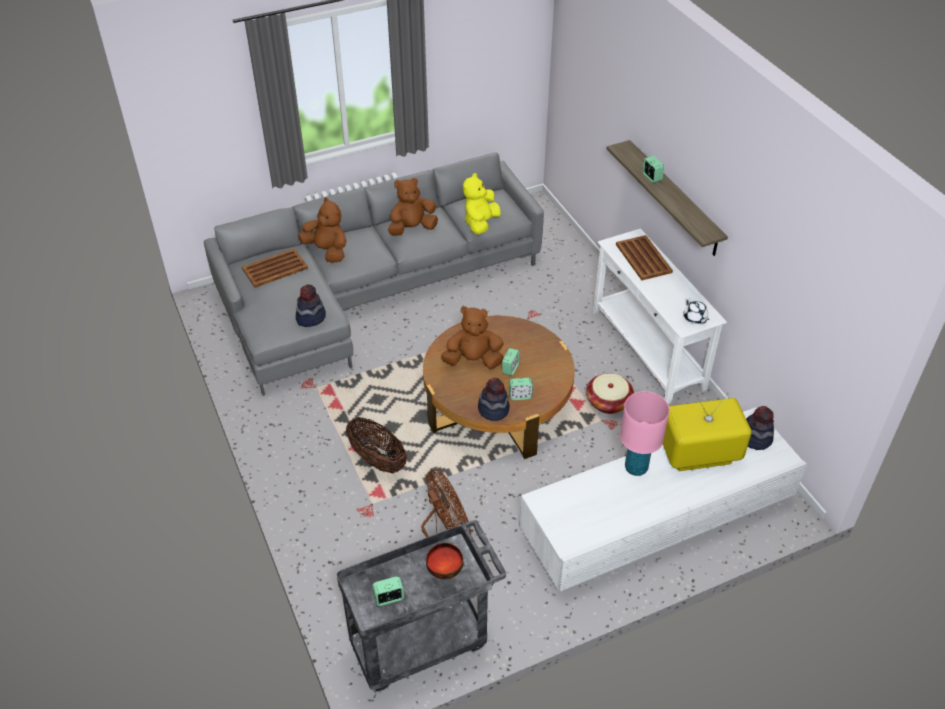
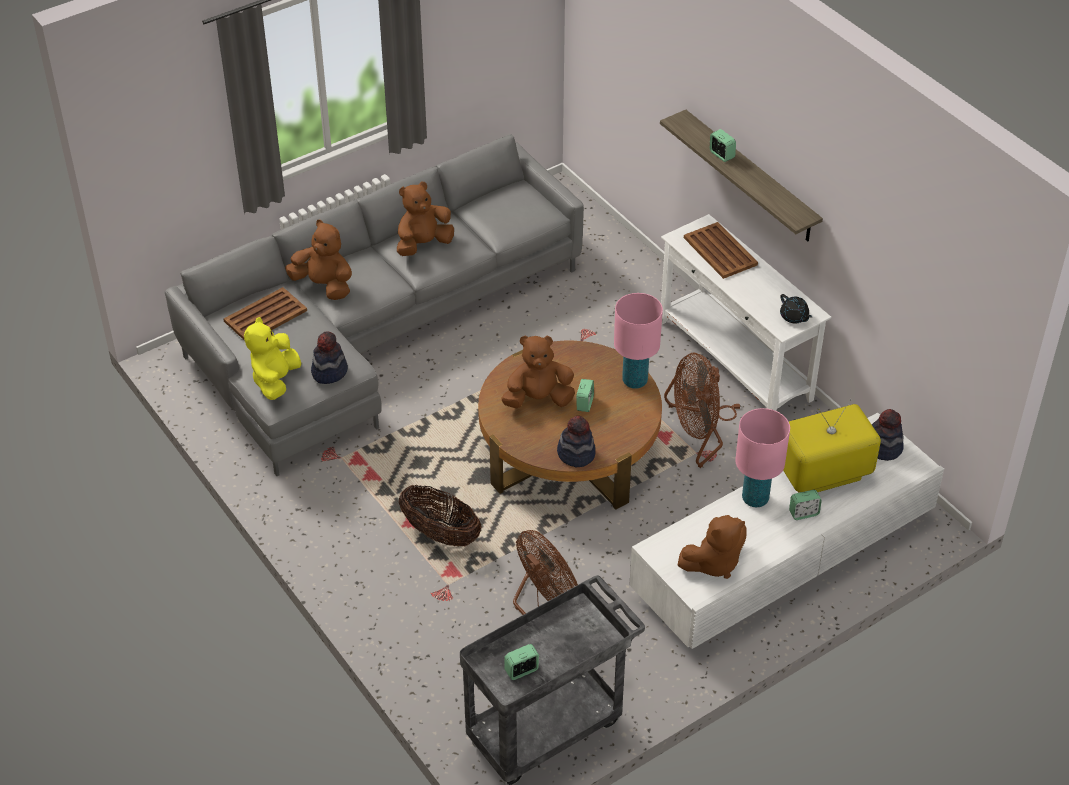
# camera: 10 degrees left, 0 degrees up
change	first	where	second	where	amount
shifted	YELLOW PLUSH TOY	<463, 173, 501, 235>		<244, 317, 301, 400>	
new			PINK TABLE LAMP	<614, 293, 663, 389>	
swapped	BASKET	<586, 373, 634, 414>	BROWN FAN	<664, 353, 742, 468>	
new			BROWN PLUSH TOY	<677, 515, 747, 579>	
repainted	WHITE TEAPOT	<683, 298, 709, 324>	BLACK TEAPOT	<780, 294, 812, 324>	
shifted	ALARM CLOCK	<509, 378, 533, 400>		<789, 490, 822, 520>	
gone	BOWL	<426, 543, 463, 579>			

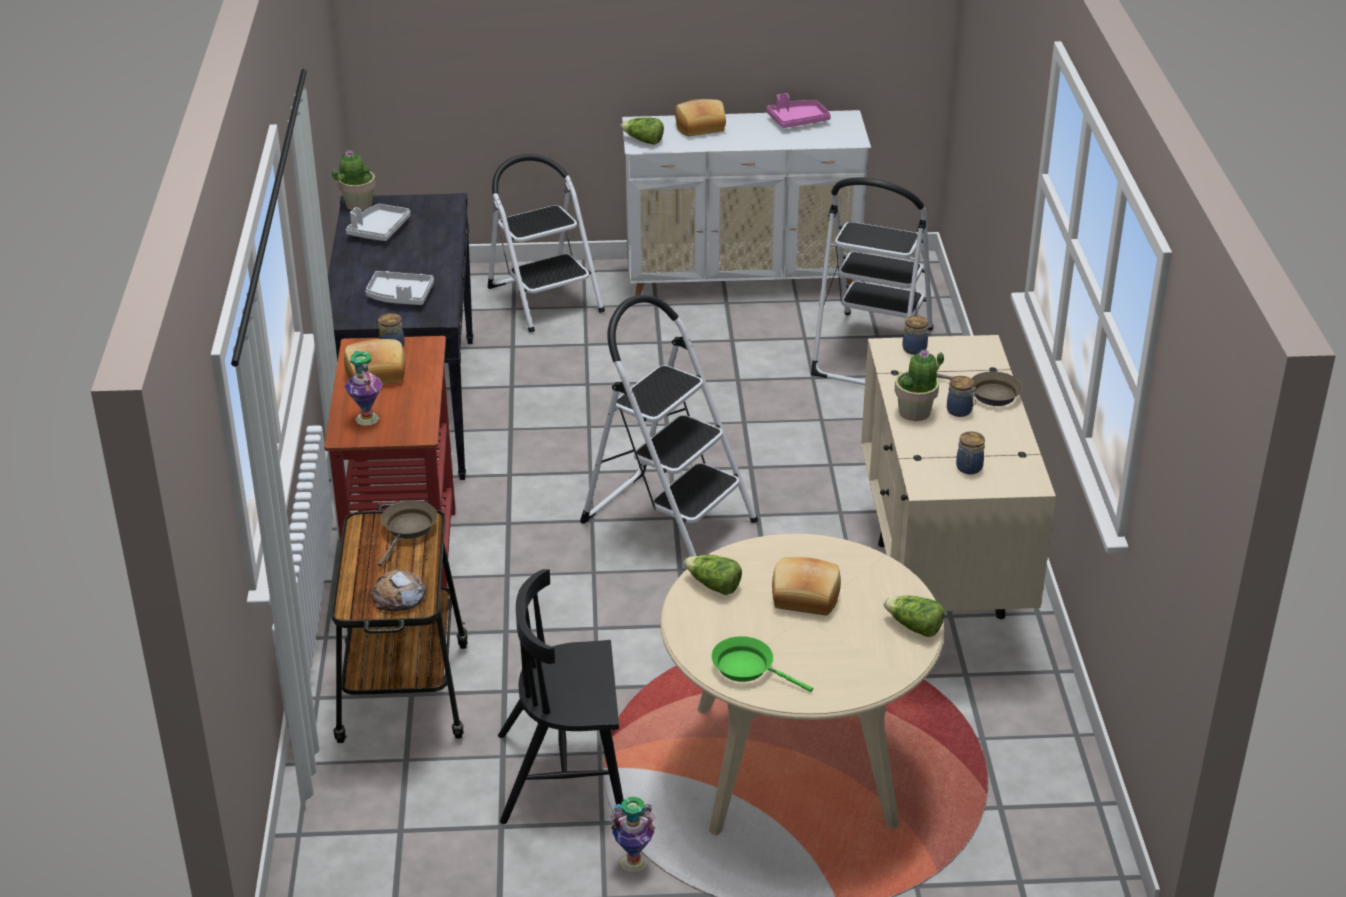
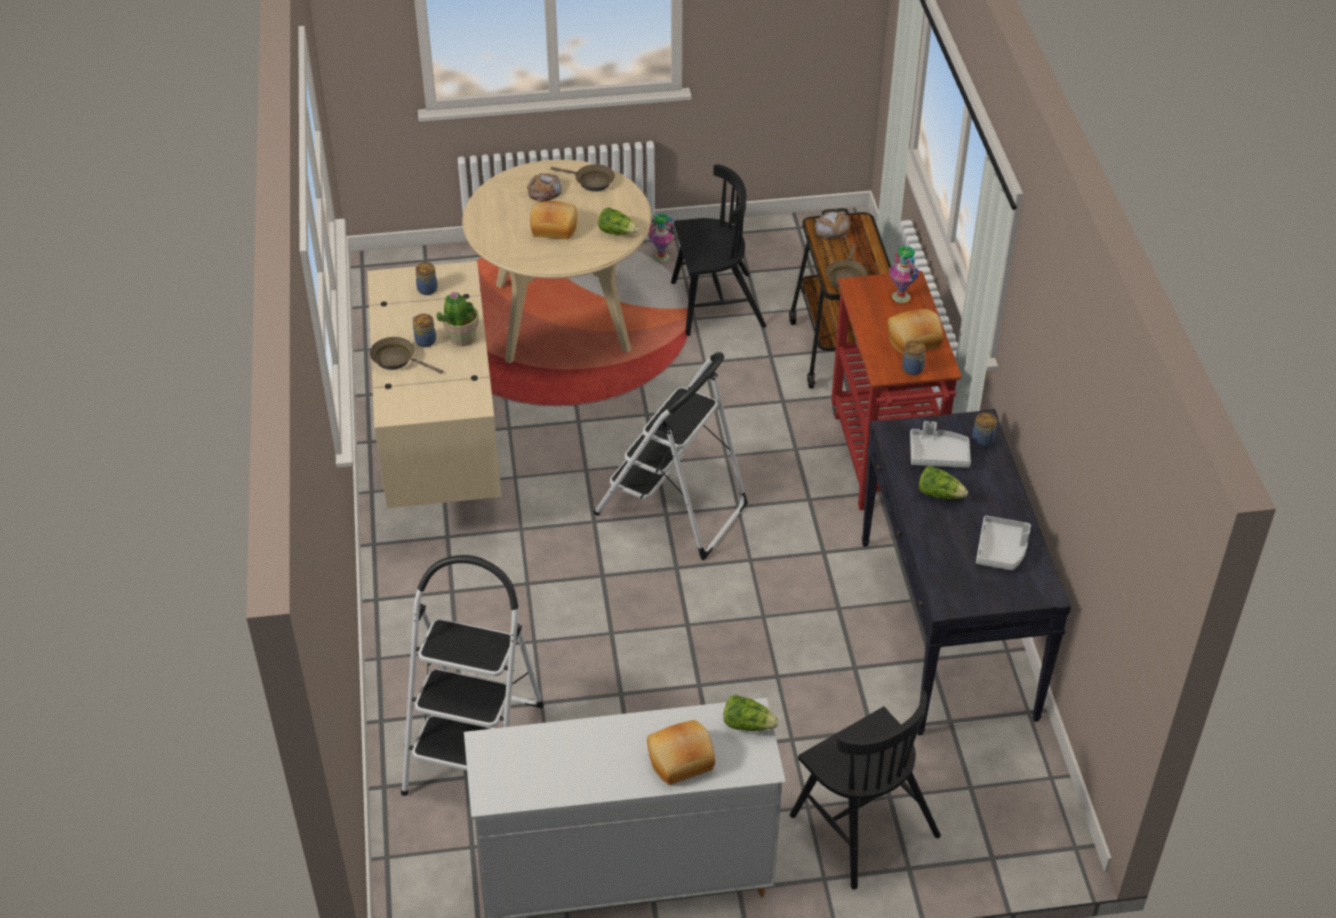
# camera: 175 degrees right, 10 degrees up
change	first	where	second	where	amount
new			BREAD	<527, 173, 562, 202>	
repainted	GREEN FRYING PAN	<711, 636, 813, 692>	BROWN FRYING PAN	<551, 164, 615, 192>	
swapped	STEP LADDER	<488, 154, 605, 332>	BLACK CHAIR	<790, 689, 941, 889>	
shifted	LETTUCE	<883, 596, 945, 637>		<919, 466, 968, 499>	
shifted	JAR	<902, 315, 928, 355>		<972, 412, 997, 447>	
gone	POTTED PLANT	<332, 150, 376, 211>			
gone	PINK TRAY	<766, 93, 831, 128>			

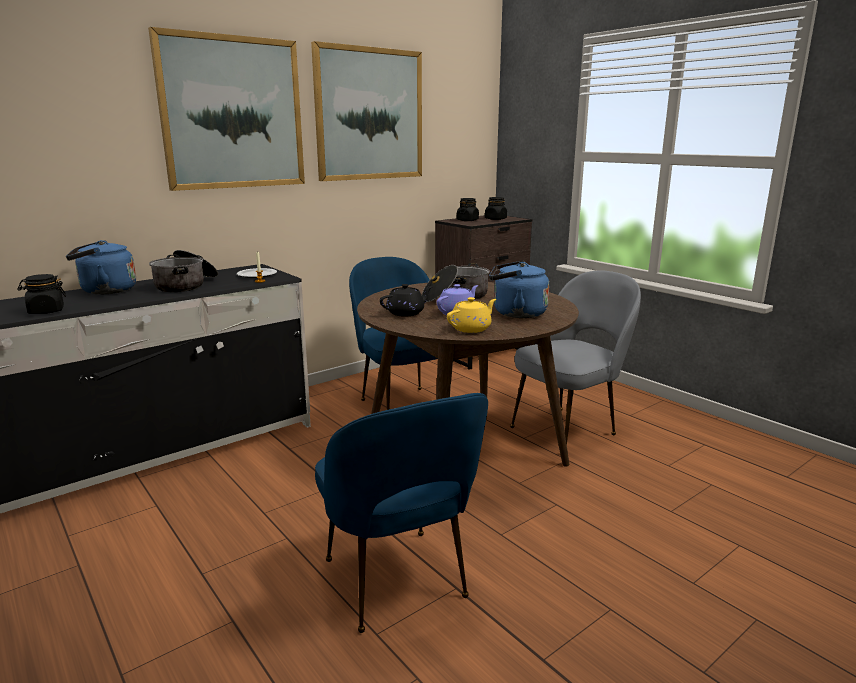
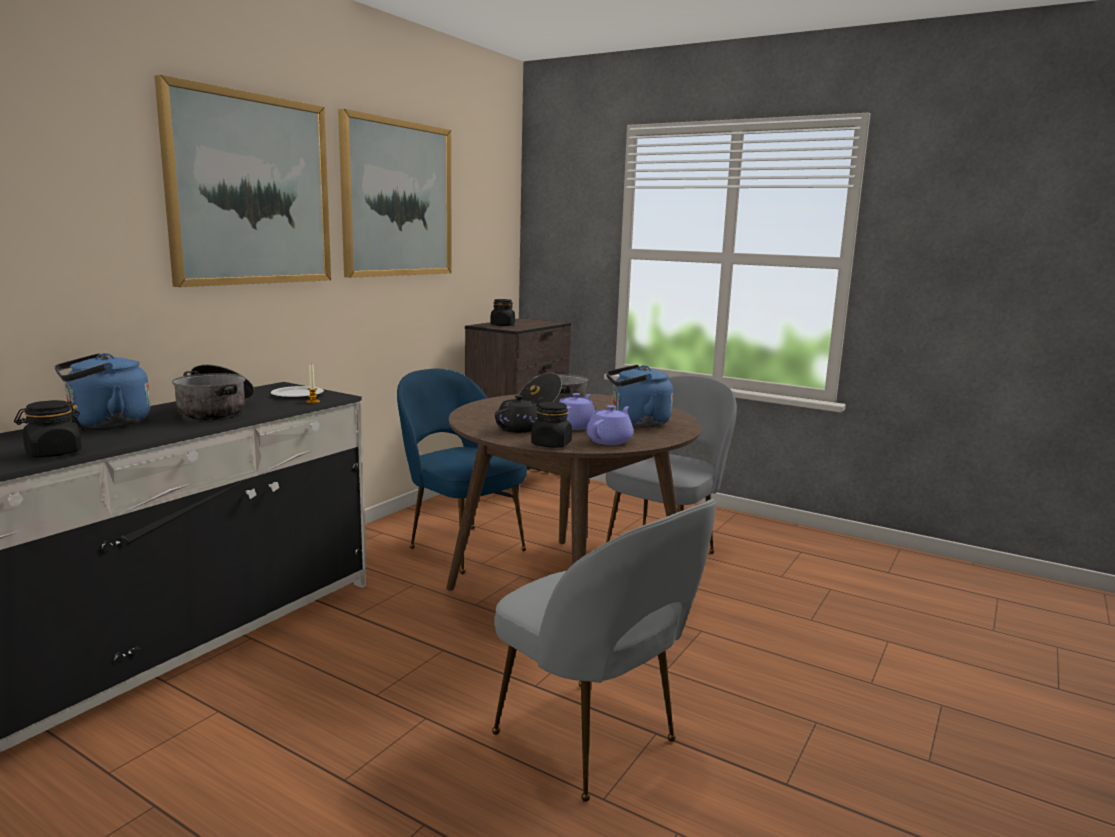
# camera: 20 degrees left, 5 degrees down
change	first	where	second	where	amount
repainted	BLUE CHAIR	<315, 393, 488, 633>	GREY CHAIR	<492, 499, 716, 802>	
shifted	BLACK JAR	<485, 197, 507, 220>		<531, 402, 572, 448>	
repainted	YELLOW TEAPOT	<447, 297, 496, 333>	PURPLE TEAPOT	<586, 405, 633, 445>	

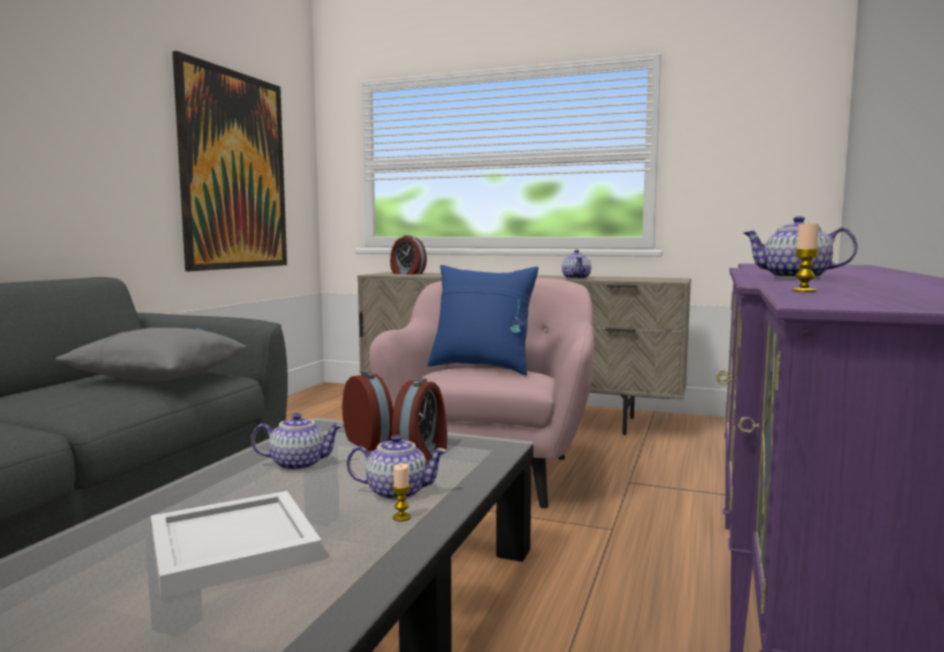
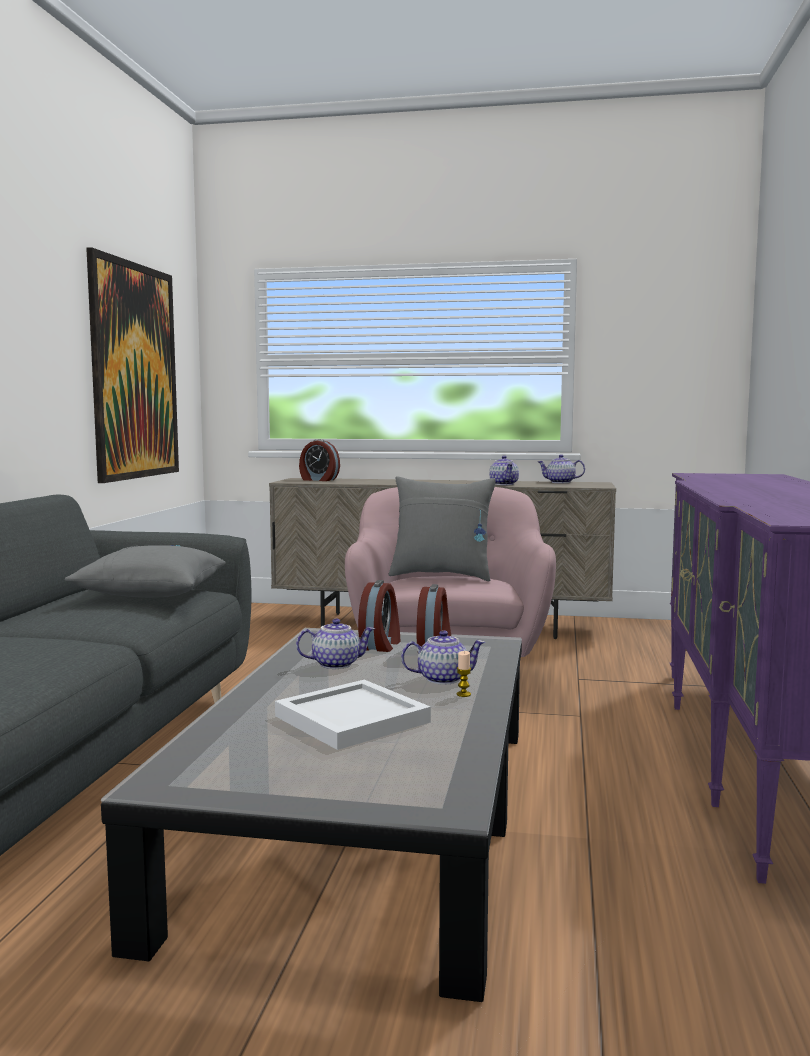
# camera: 10 degrees left, 0 degrees up
change	first	where	second	where	amount
rotated	ALARM CLOCK	<342, 371, 393, 451>		<358, 580, 400, 652>	60 degrees clockwise
repainted	BLUE PILLOW	<427, 265, 538, 376>	GREY PILLOW	<388, 476, 496, 582>	
shifted	TEAPOT	<743, 216, 857, 279>		<538, 454, 585, 483>	
gone	CANDLE	<792, 222, 820, 292>			

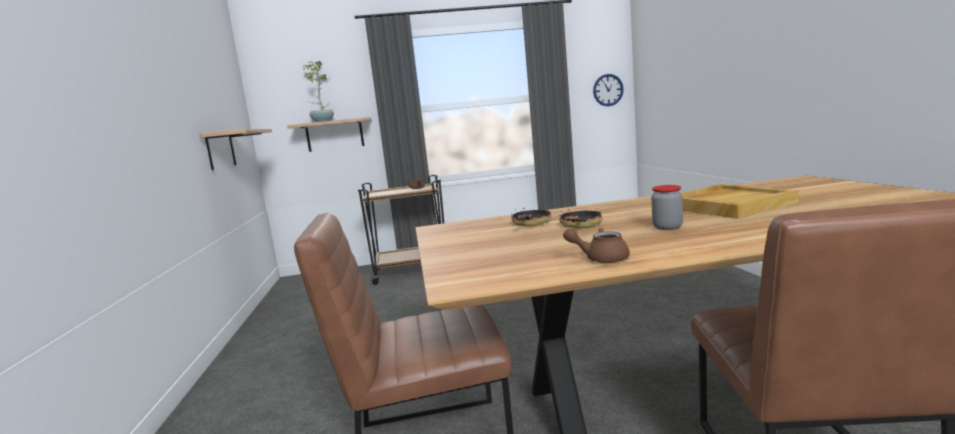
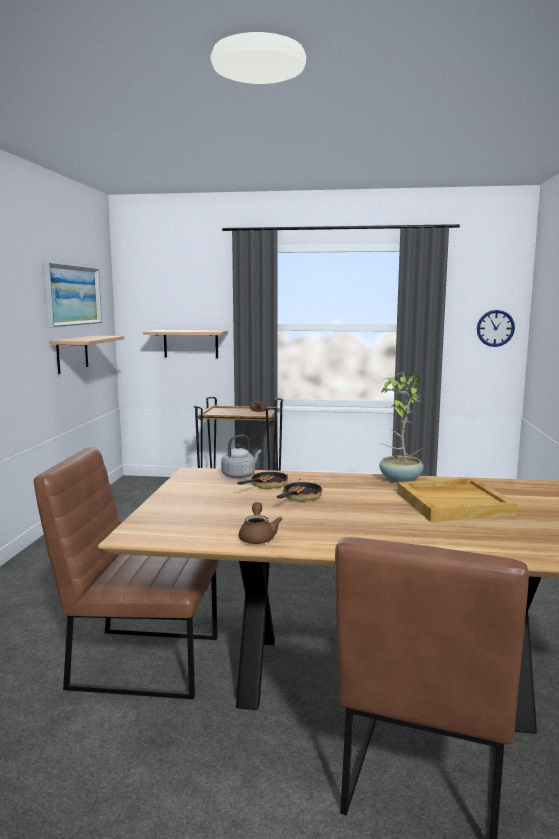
# camera: 15 degrees right, 0 degrees up
change	first	where	second	where	amount
new			PICTURE	<44, 263, 102, 327>	
new			GREY KETTLE	<221, 435, 261, 478>	
rotated	BROWN TEAPOT	<563, 228, 630, 263>		<239, 502, 282, 544>	60 degrees clockwise
shifted	POTTED PLANT	<302, 61, 334, 122>		<379, 373, 424, 483>	
gone	JAR	<651, 185, 683, 230>			

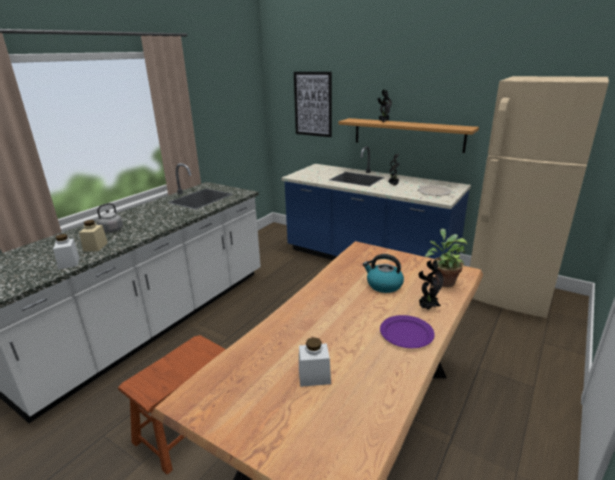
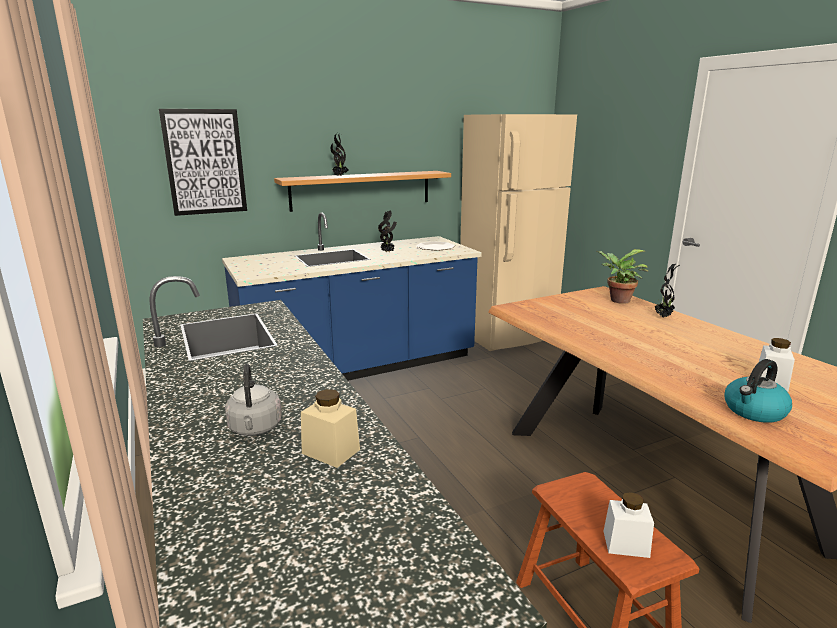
# camera: 60 degrees left, 5 degrees down
change	first	where	second	where	amount
shifted	WHITE JAR	<53, 234, 80, 269>		<603, 492, 654, 558>	
shifted	KETTLE	<363, 254, 404, 293>		<724, 359, 792, 423>	
gone	PURPLE PLATE	<380, 315, 435, 348>			

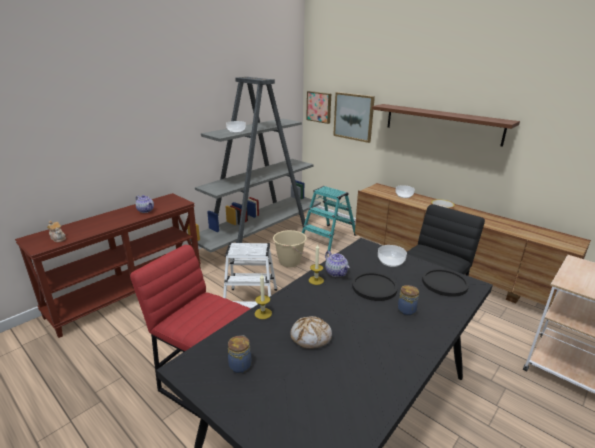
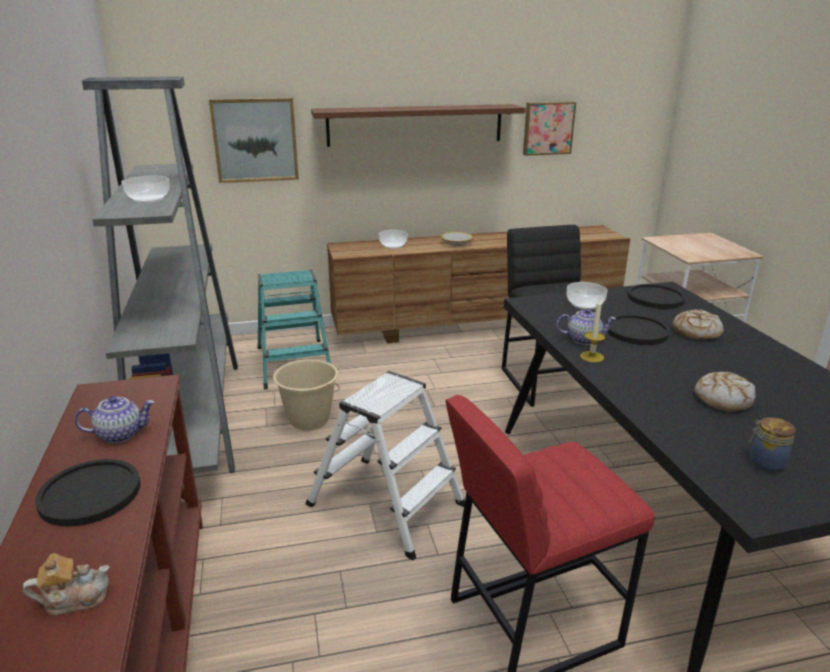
# camera: 55 degrees left, 0 degrees up
change	first	where	second	where	amount
new			BLACK PLATE	<35, 459, 141, 527>	
shifted	PICTURE	<306, 91, 331, 124>		<523, 101, 576, 156>	
swapped	JAR	<398, 285, 419, 316>	BREAD	<672, 309, 724, 339>	
gone	CANDLE	<254, 274, 272, 319>			

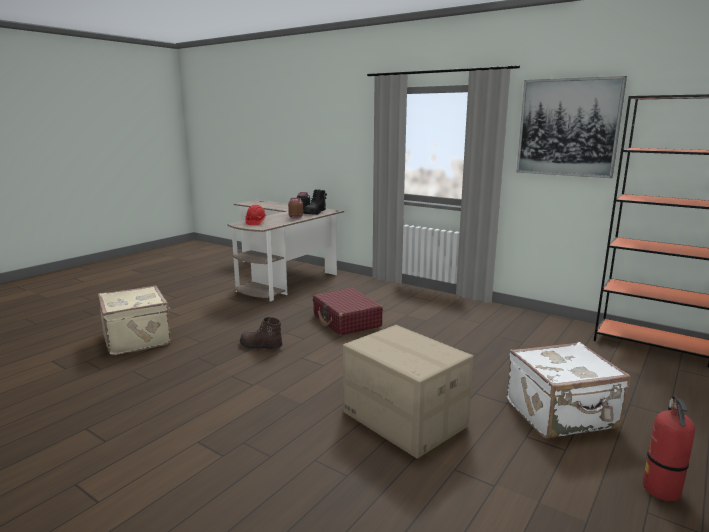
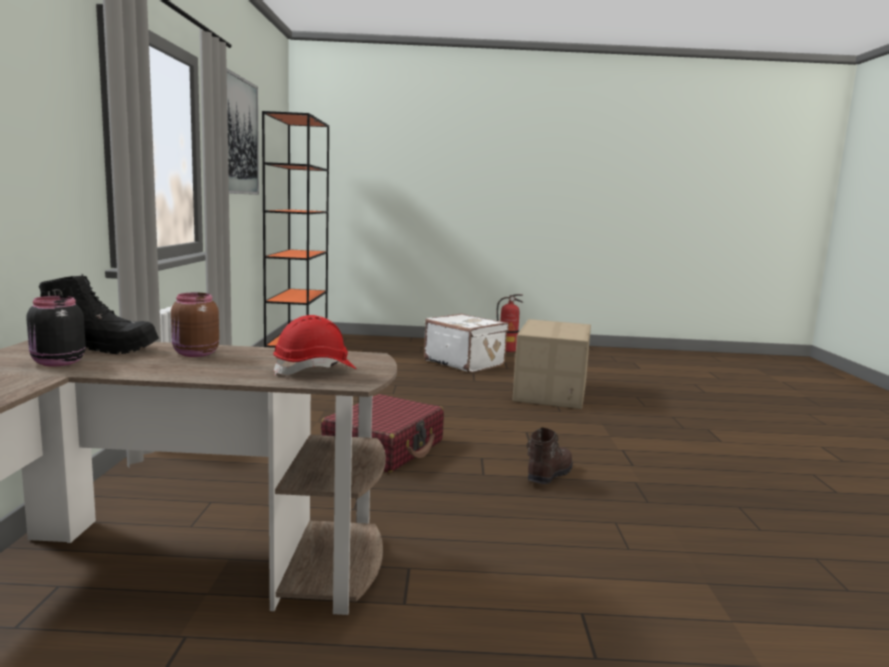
# camera: 125 degrees left, 5 degrees down
change	first	where	second	where	amount
rotated	BROWN BOOT	<240, 317, 283, 350>		<527, 427, 573, 484>	135 degrees counterclockwise
gone	BEIGE SUITCASE	<98, 286, 172, 355>			

